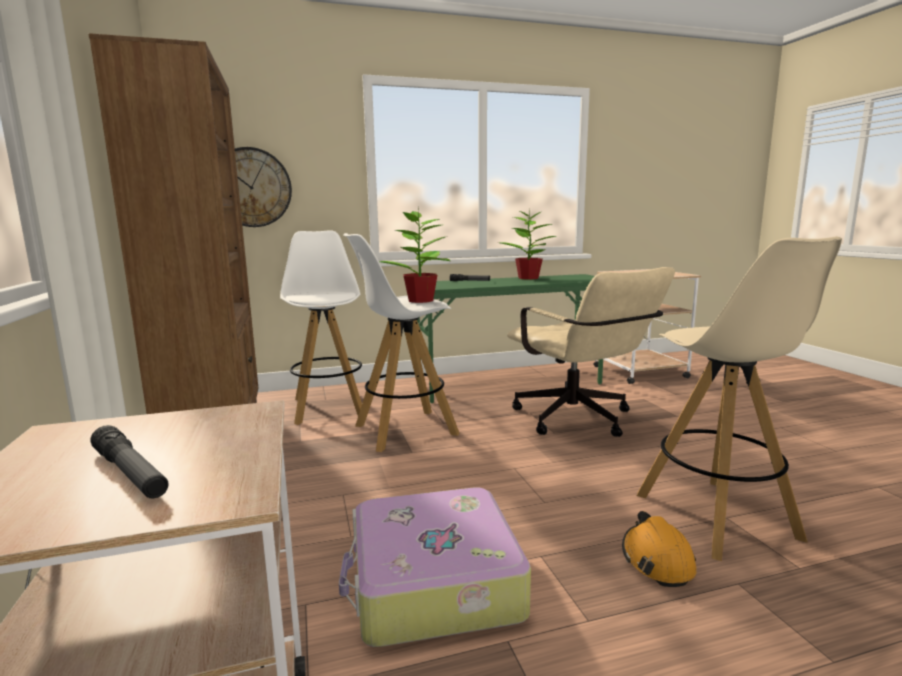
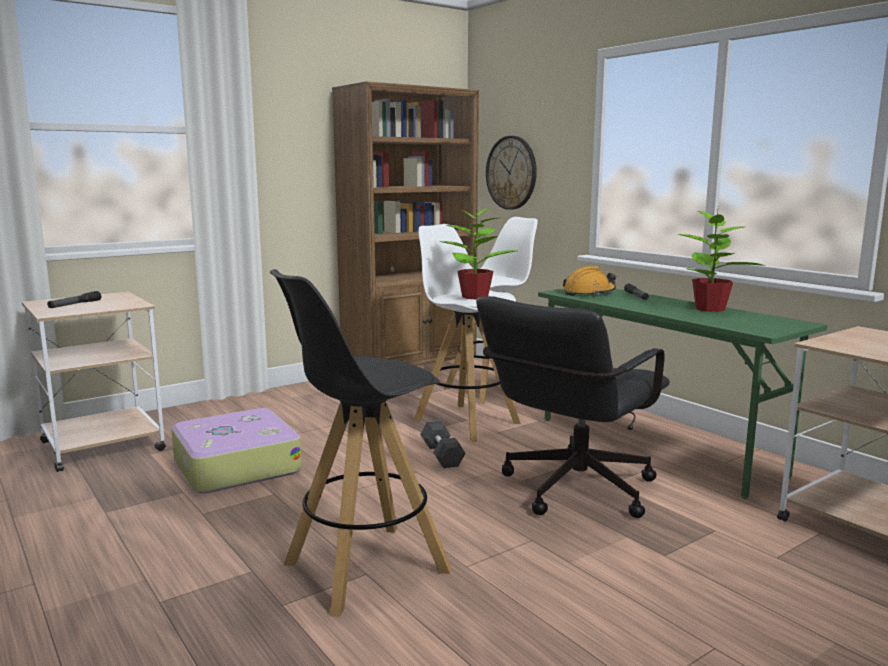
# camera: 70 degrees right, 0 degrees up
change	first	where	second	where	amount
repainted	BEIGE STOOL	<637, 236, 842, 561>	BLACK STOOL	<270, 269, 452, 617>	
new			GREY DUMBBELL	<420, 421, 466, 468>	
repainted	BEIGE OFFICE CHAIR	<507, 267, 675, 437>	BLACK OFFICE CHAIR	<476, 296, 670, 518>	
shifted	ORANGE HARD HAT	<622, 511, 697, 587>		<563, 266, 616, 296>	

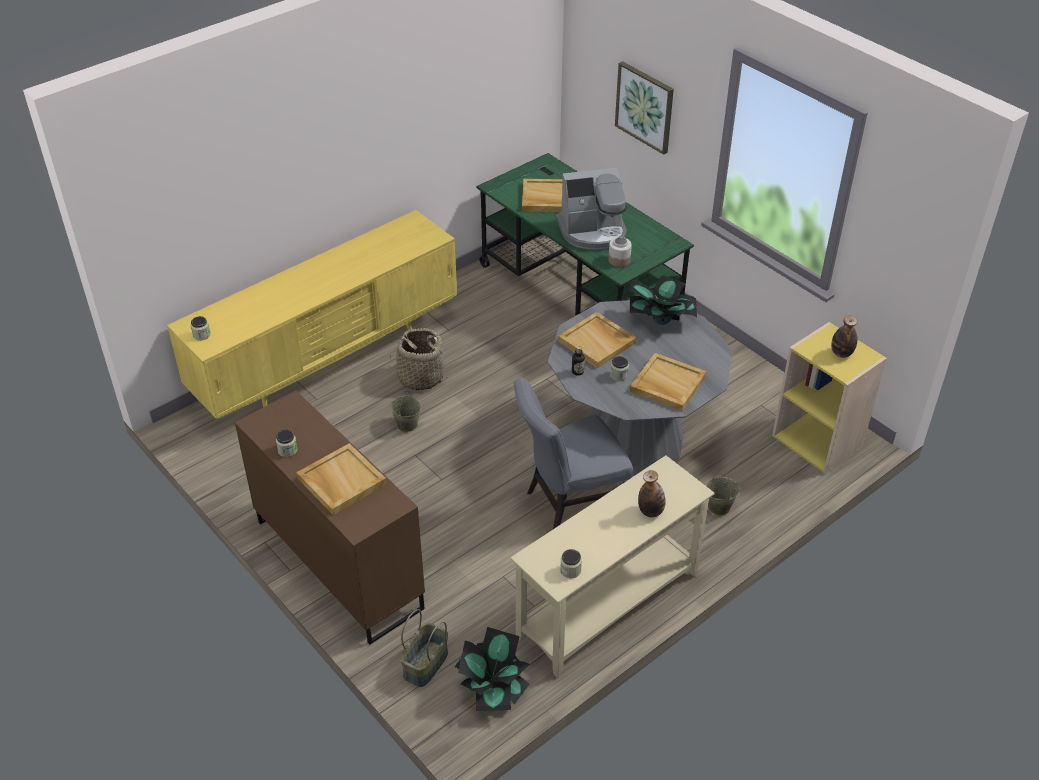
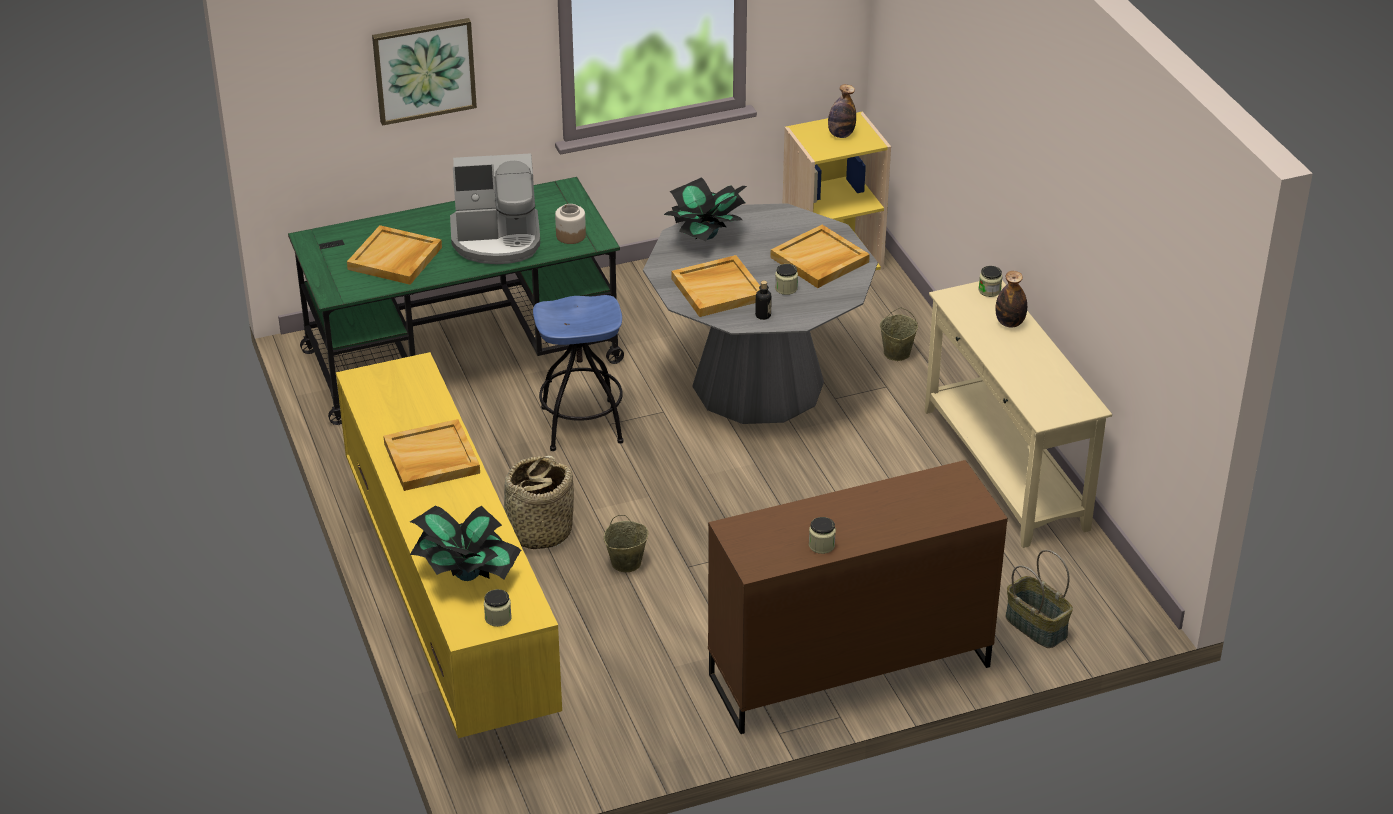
# camera: 70 degrees left, 5 degrees down
change	first	where	second	where	amount
shifted	BEIGE TRAY	<296, 443, 386, 515>		<383, 419, 480, 491>	
shifted	POTTED PLANT	<455, 627, 530, 711>		<410, 506, 521, 581>	
rotated	COFFEE MACHINE	<556, 168, 627, 250>		<450, 153, 540, 264>	75 degrees clockwise
new			BLUE STOOL	<533, 295, 624, 451>	
shifted	JAR	<560, 549, 582, 578>		<978, 266, 1002, 297>	
gone	GREY CHAIR	<514, 378, 633, 529>			

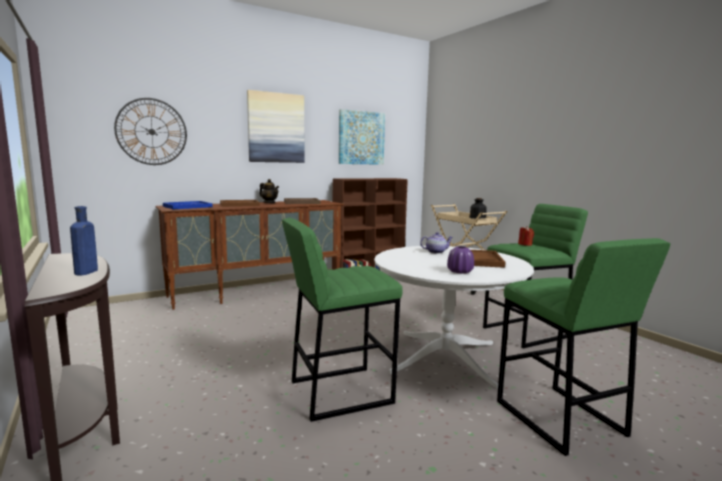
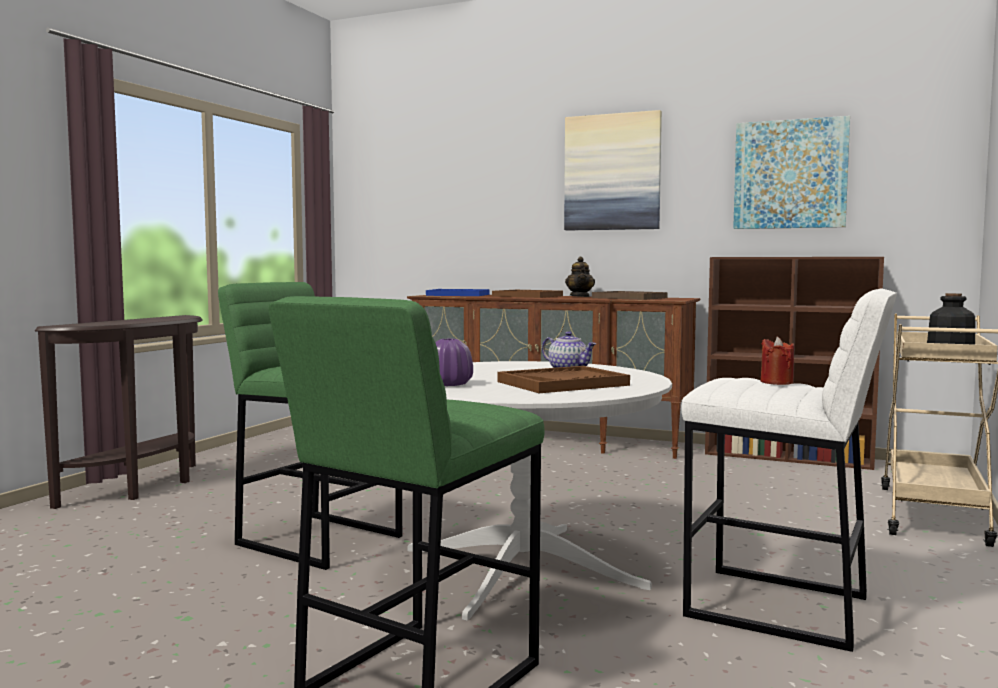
# camera: 55 degrees right, 5 degrees down
change	first	where	second	where	amount
repainted	GREEN STOOL	<483, 204, 588, 348>	WHITE STOOL	<681, 288, 897, 652>	
gone	BLUE BOTTLE	<70, 206, 98, 275>			
gone	WALL CLOCK	<114, 98, 187, 165>			

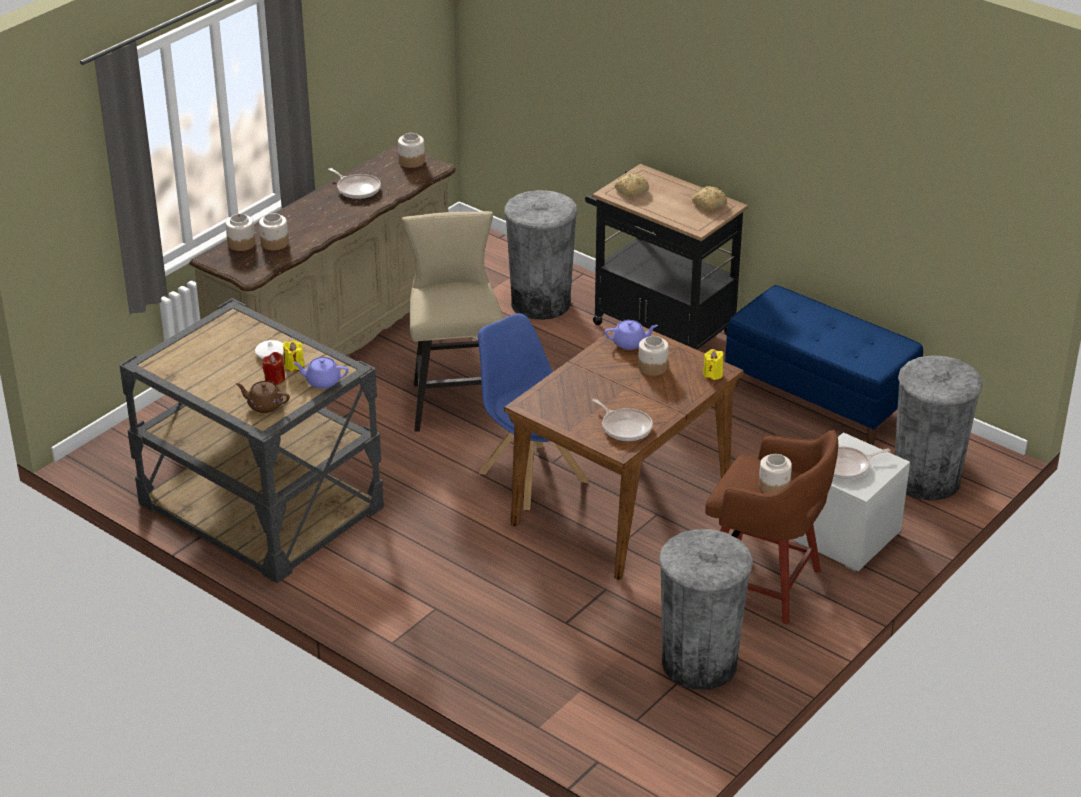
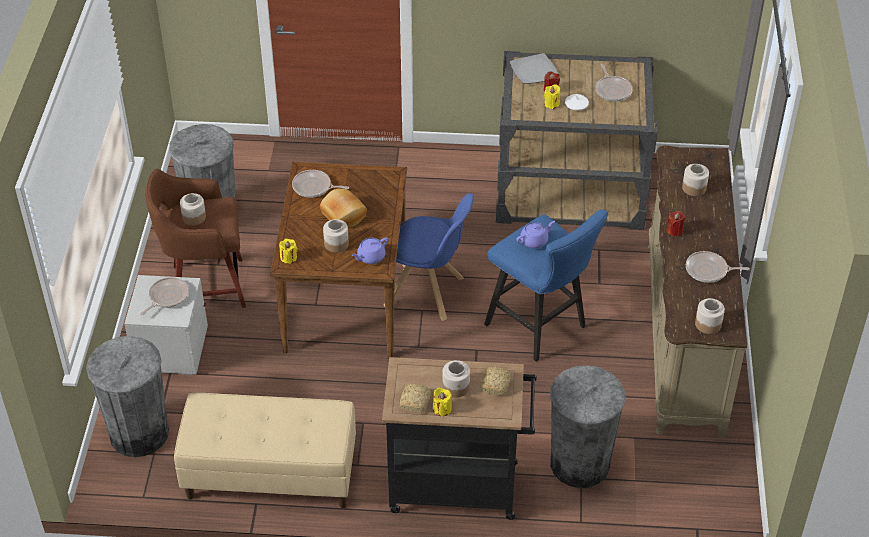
# camera: 145 degrees right, 10 degrees up
change	first	where	second	where	amount
repainted	BLUE BENCH	<725, 285, 923, 446>	BEIGE BENCH	<174, 393, 356, 508>	
new			BREAD	<320, 189, 367, 228>	
new			YELLOW CANDLE	<433, 387, 452, 416>	
shifted	JAR	<226, 214, 255, 251>		<442, 360, 470, 397>	
repainted	BEIGE STOOL	<402, 211, 503, 432>	BLUE STOOL	<484, 209, 608, 362>	
swapped	BROWN TEAPOT	<236, 381, 290, 413>	PLATE	<510, 53, 558, 84>	
shifted	PURPLE TEAPOT	<293, 357, 349, 389>		<516, 221, 555, 248>	
new			FRYING PAN	<595, 64, 633, 101>	
new			RED CANDLE	<666, 211, 685, 236>	

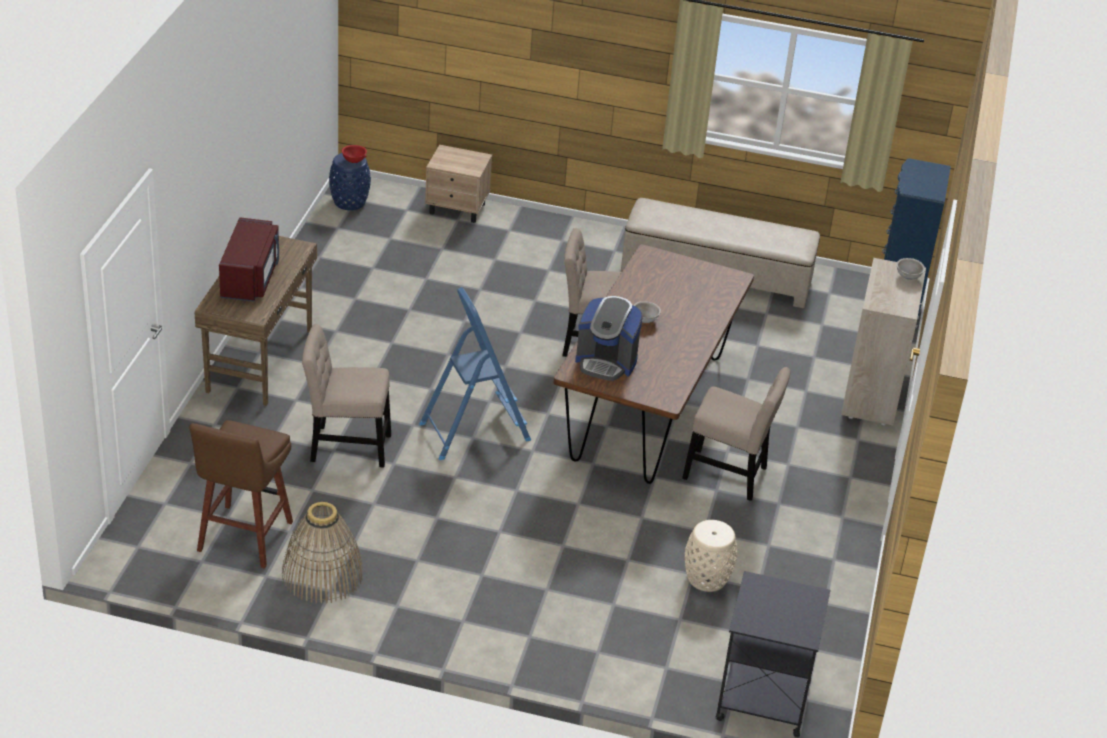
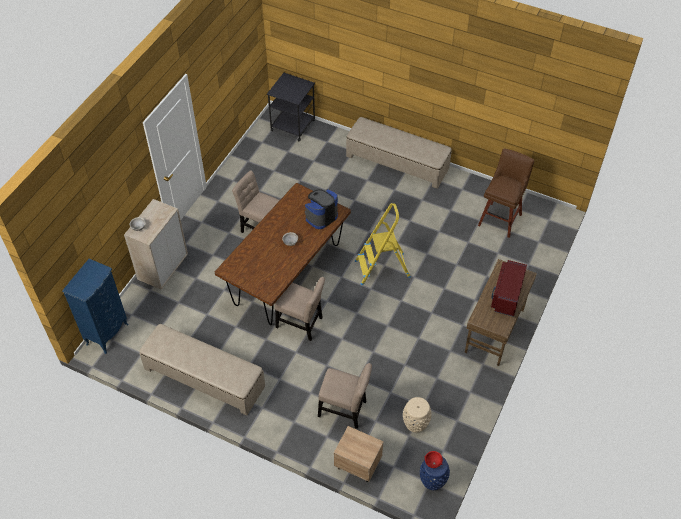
# camera: 165 degrees left, 15 degrees up
change	first	where	second	where	amount
rotated	COFFEE MACHINE	<575, 296, 643, 381>		<305, 189, 338, 229>	75 degrees counterclockwise
shifted	BEIGE CHAIR	<302, 324, 391, 468>		<318, 363, 372, 429>	
new			BEIGE BENCH	<346, 117, 452, 189>	
repainted	BLUE STEP LADDER	<419, 287, 531, 460>	YELLOW STEP LADDER	<355, 203, 411, 285>	
shifted	BEIGE STOOL	<685, 520, 737, 592>		<403, 397, 432, 433>	
gone	BASKET	<282, 502, 363, 604>			

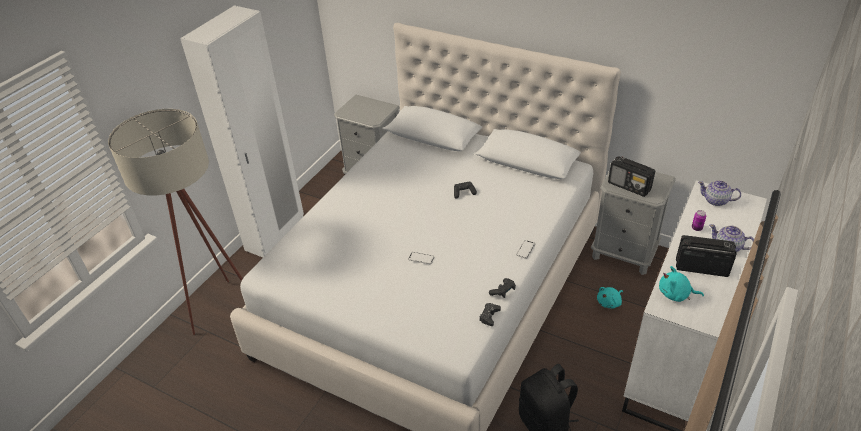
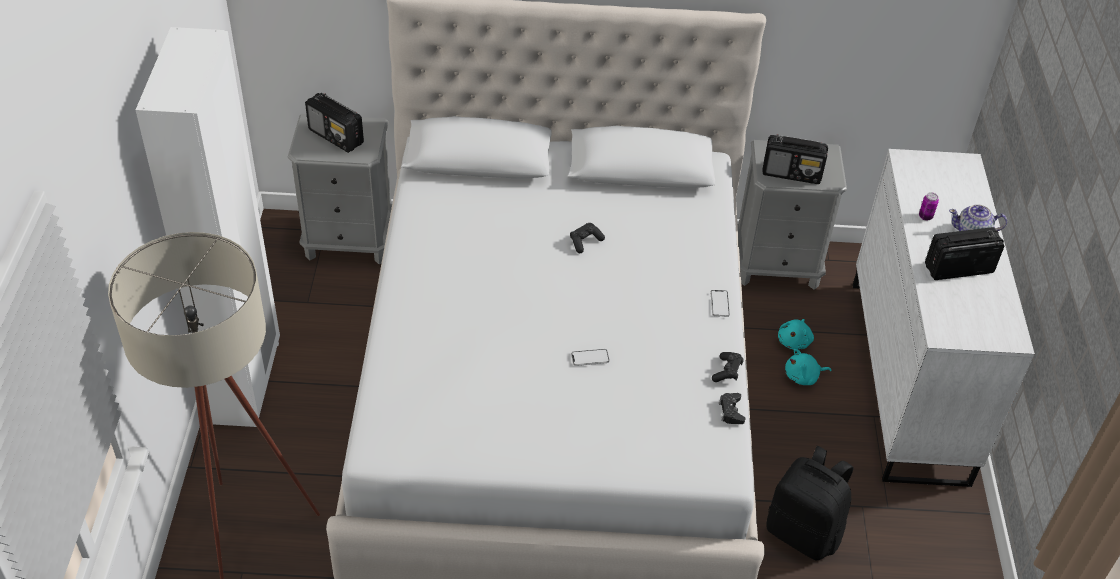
# camera: 30 degrees left, 5 degrees up
change	first	where	second	where	amount
new			RADIO	<305, 93, 364, 153>	
shifted	TURQUOISE PLUSH TOY	<659, 266, 704, 302>		<785, 349, 831, 385>	
gone	TEAPOT	<698, 180, 741, 206>			

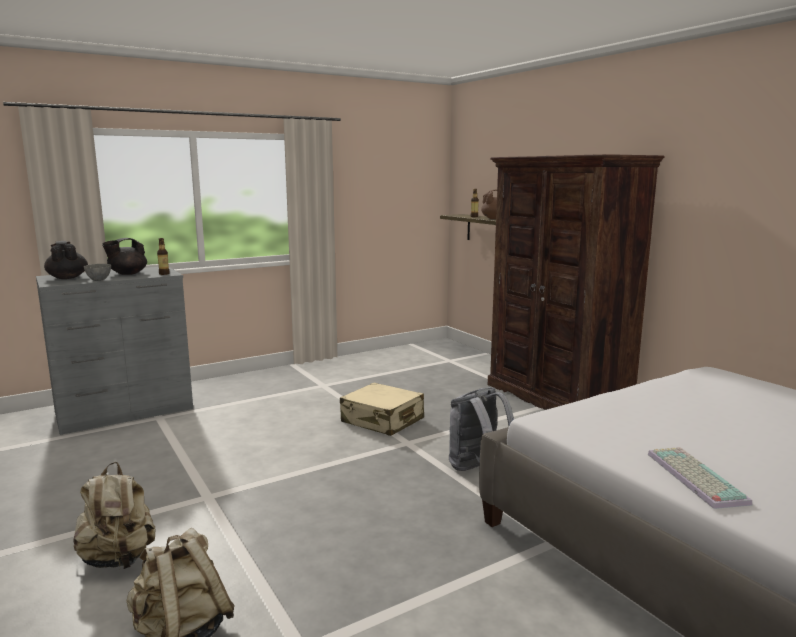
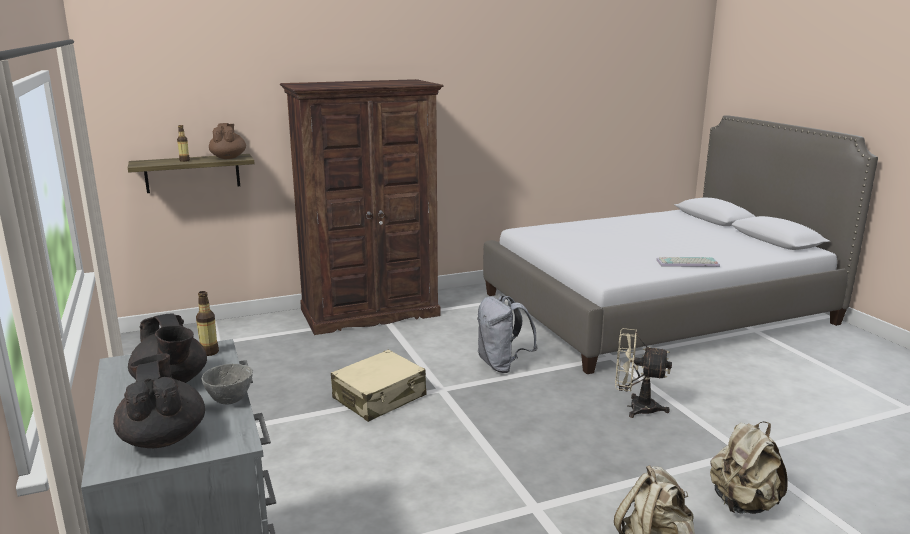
# camera: 80 degrees left, 5 degrees up
change	first	where	second	where	amount
rotated	BLACK TEAPOT	<44, 241, 88, 279>		<113, 353, 205, 448>	90 degrees clockwise
new			BEIGE FAN	<615, 328, 672, 418>	

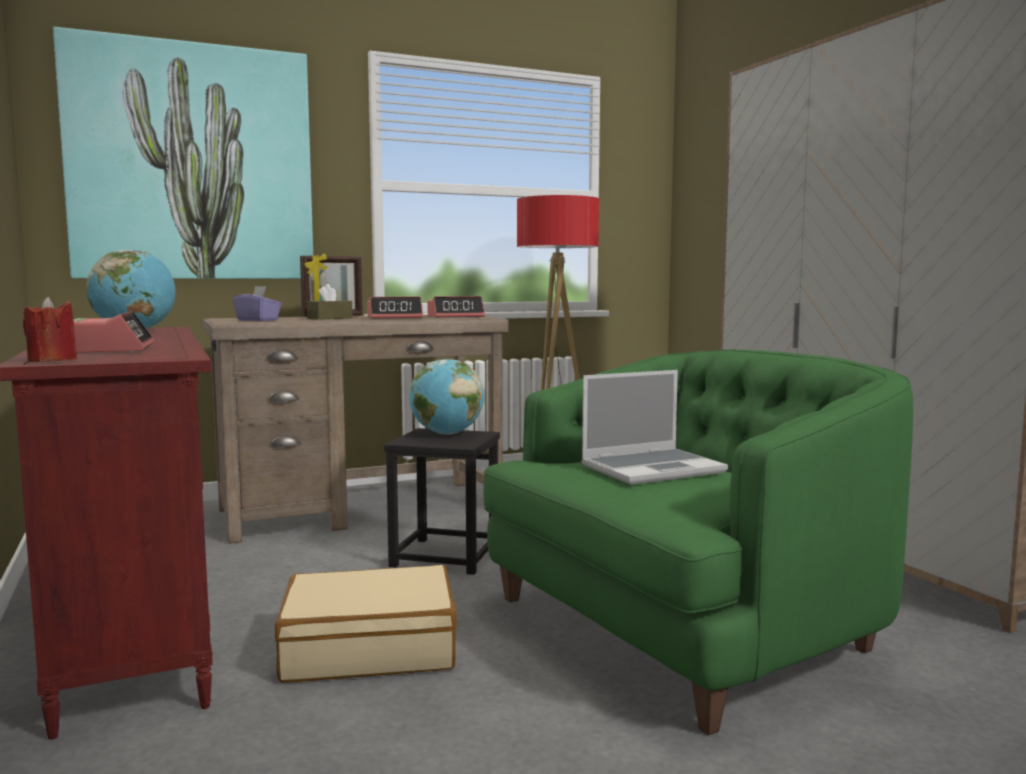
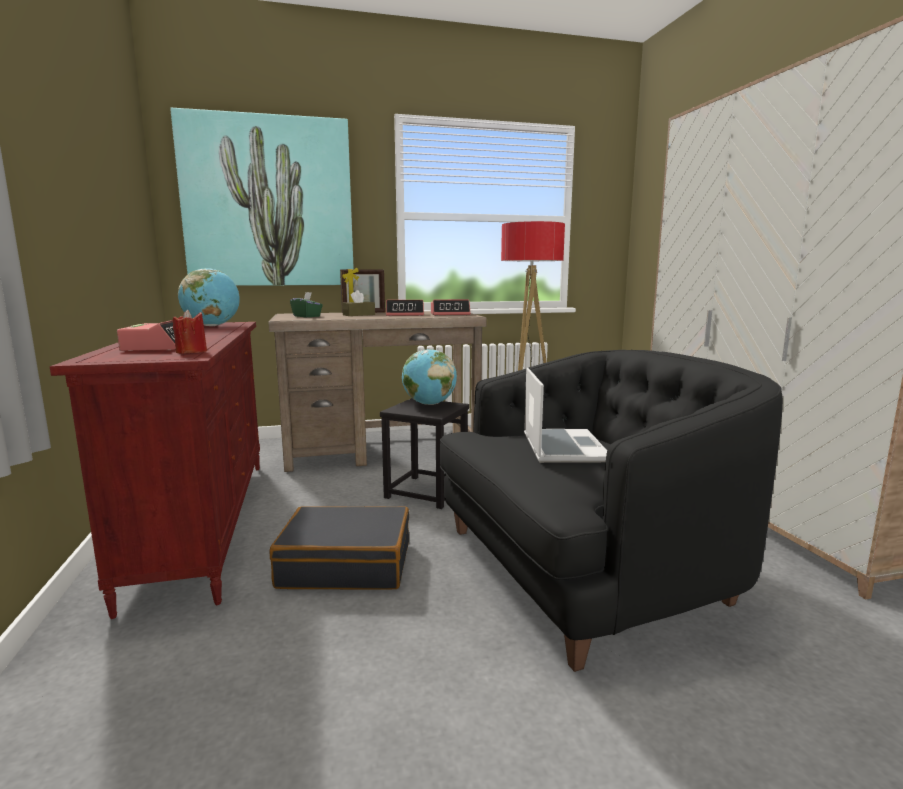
# camera: 10 degrees right, 5 degrees up
change	first	where	second	where	amount
shifted	RED CANDLE	<23, 297, 77, 362>		<172, 310, 207, 354>	
repainted	BEIGE SUITCASE	<275, 565, 457, 683>	BLACK SUITCASE	<269, 506, 409, 590>	
repainted	PURPLE TISSUE BOX	<233, 286, 282, 321>	GREEN TISSUE BOX	<290, 292, 323, 317>	
repainted	GREEN ARMCHAIR	<483, 350, 913, 736>	BLACK ARMCHAIR	<440, 350, 783, 672>	
rotated	LAPTOP	<581, 370, 728, 485>		<524, 368, 607, 463>	75 degrees counterclockwise

